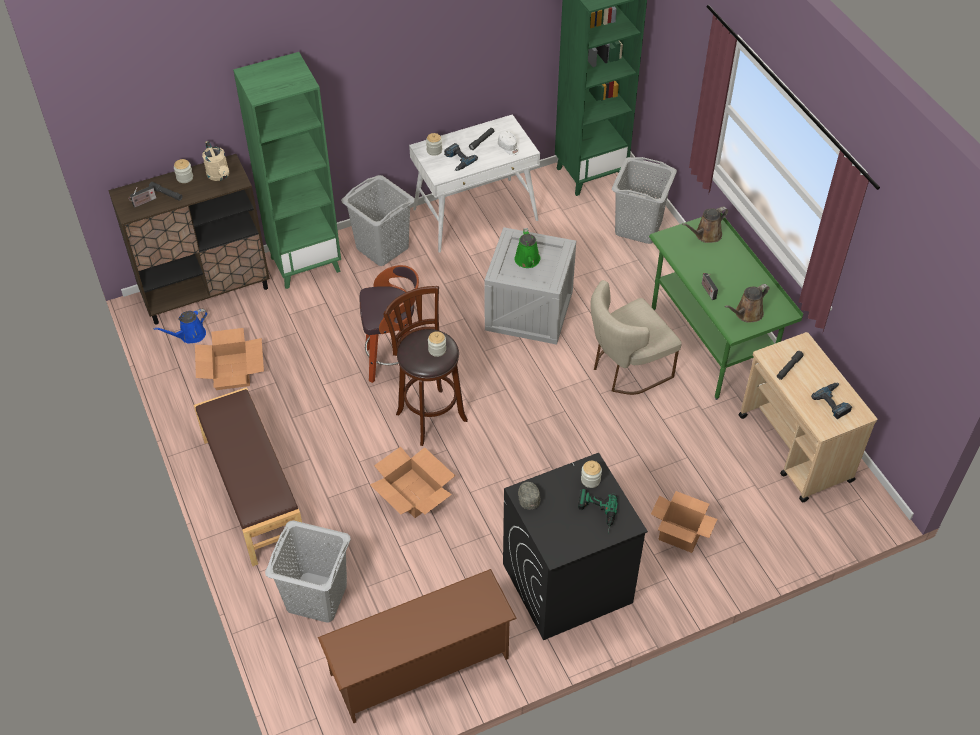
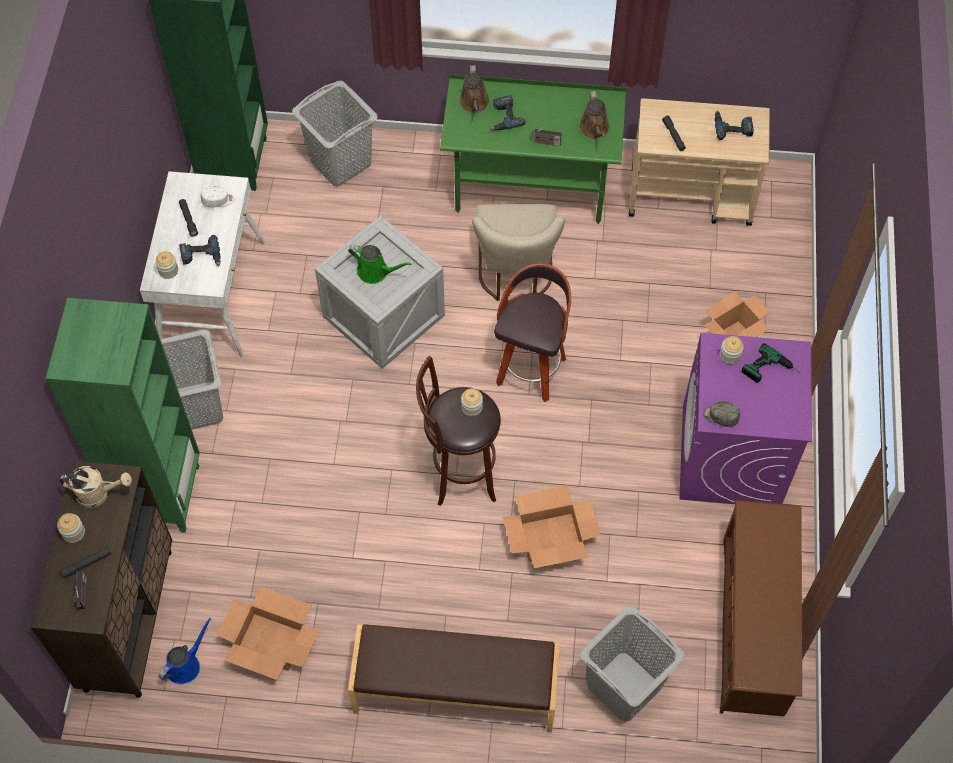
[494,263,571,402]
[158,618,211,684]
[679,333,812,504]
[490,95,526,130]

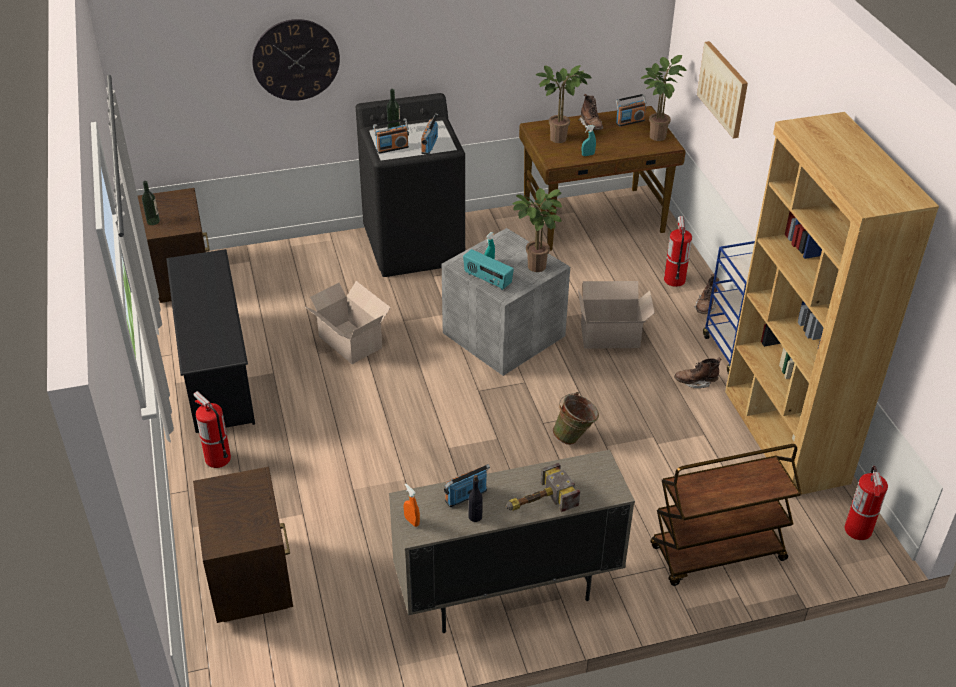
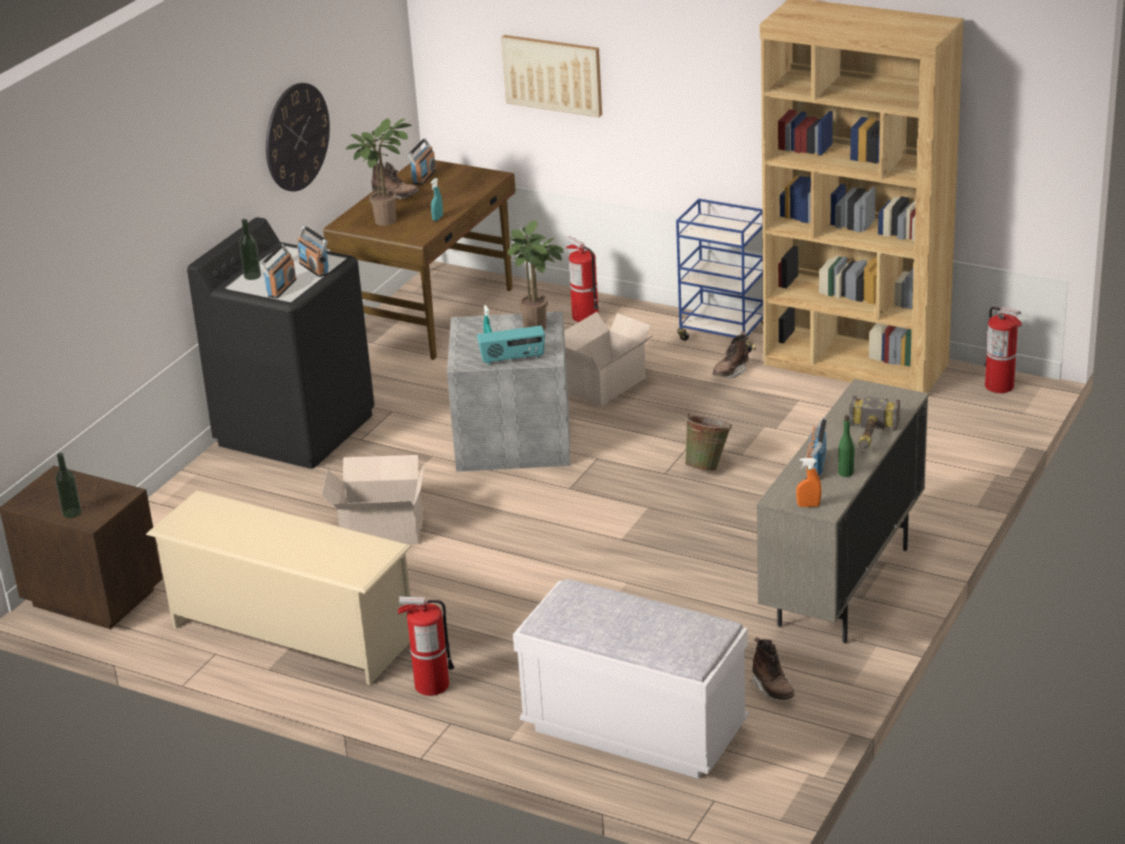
[266,83,330,191]
[640,55,687,141] (first image)
[146,491,412,685]
[750,637,795,700]
[651,444,802,586] (first image)
[513,579,749,779]
[838,415,855,477]

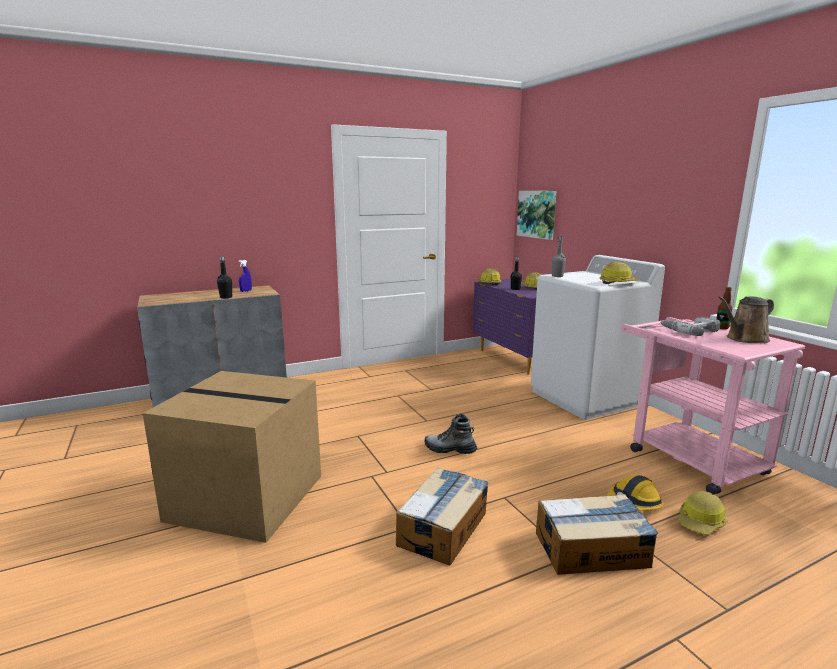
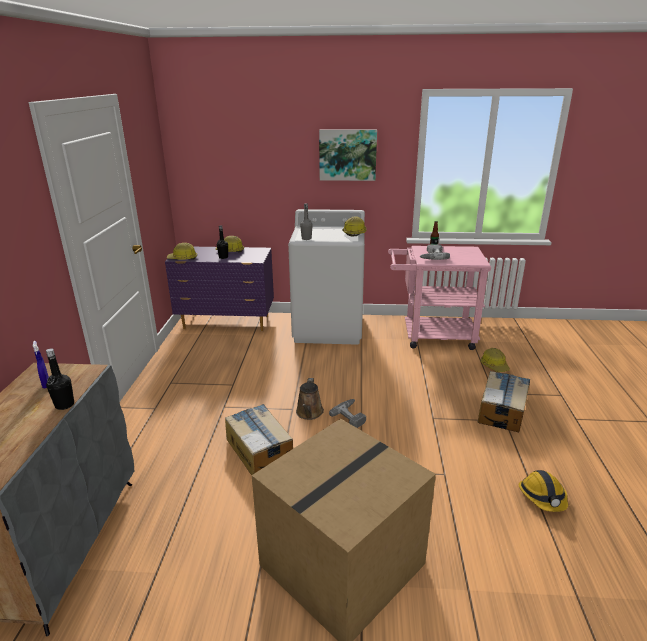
[319,130,377,181]
[296,378,324,420]
[329,399,366,428]
[225,404,293,475]
[519,470,568,512]

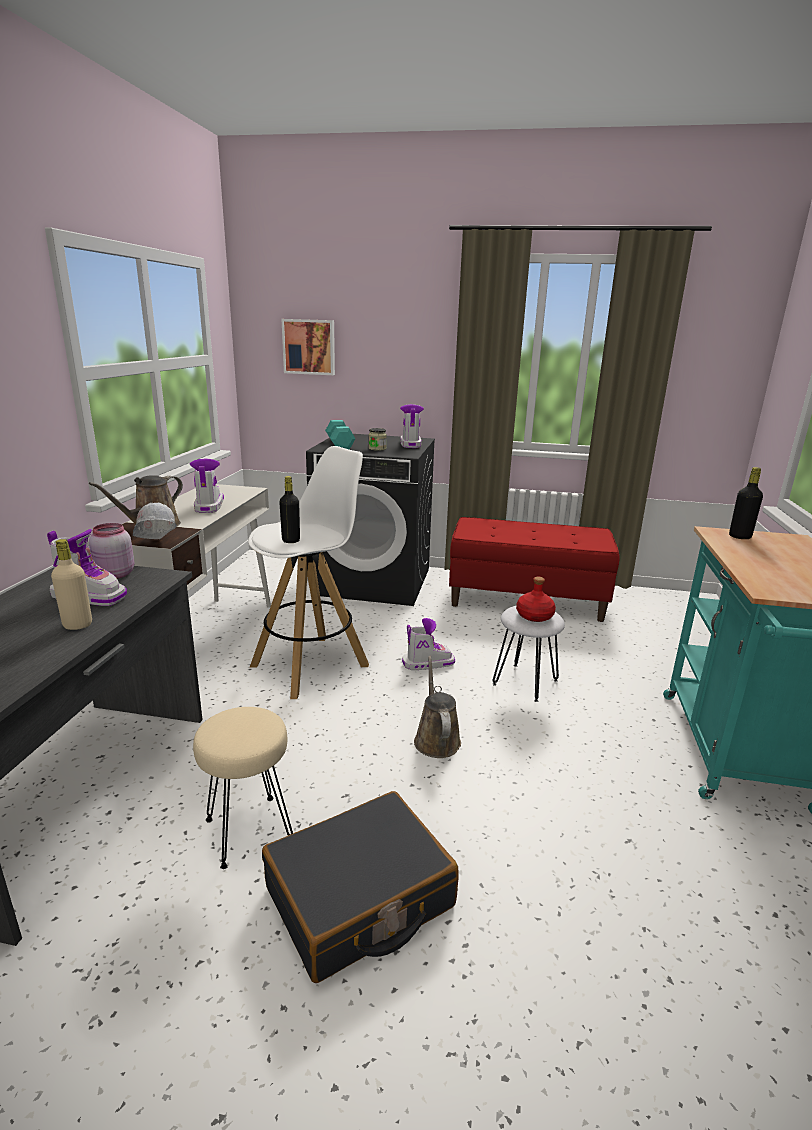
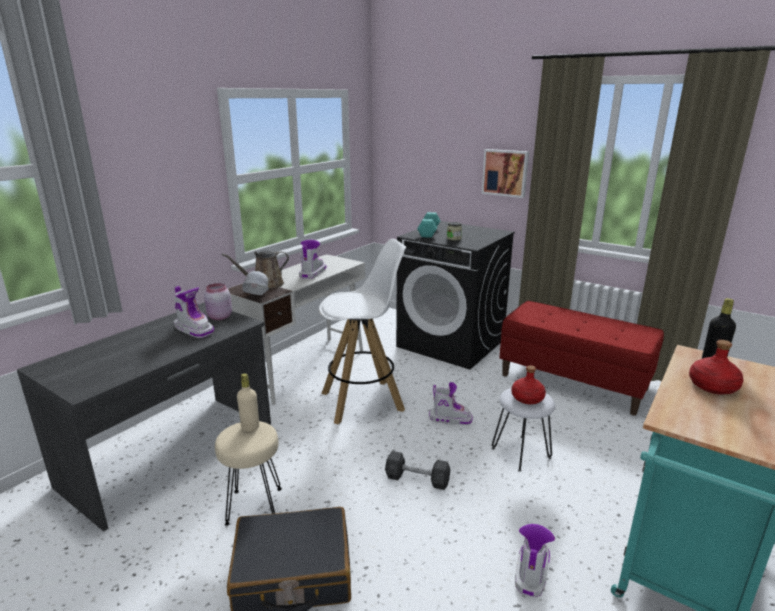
[482,149,529,198]
[515,524,555,597]
[279,476,300,543] (first image)
[237,373,259,432]
[385,451,450,490]
[689,340,744,394]

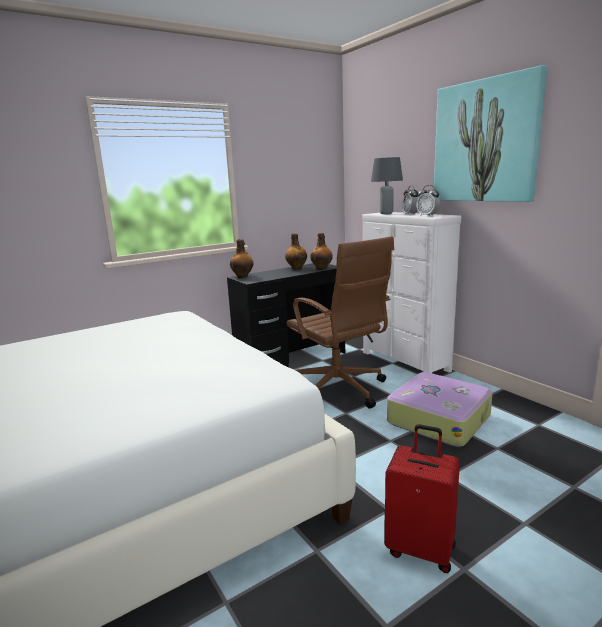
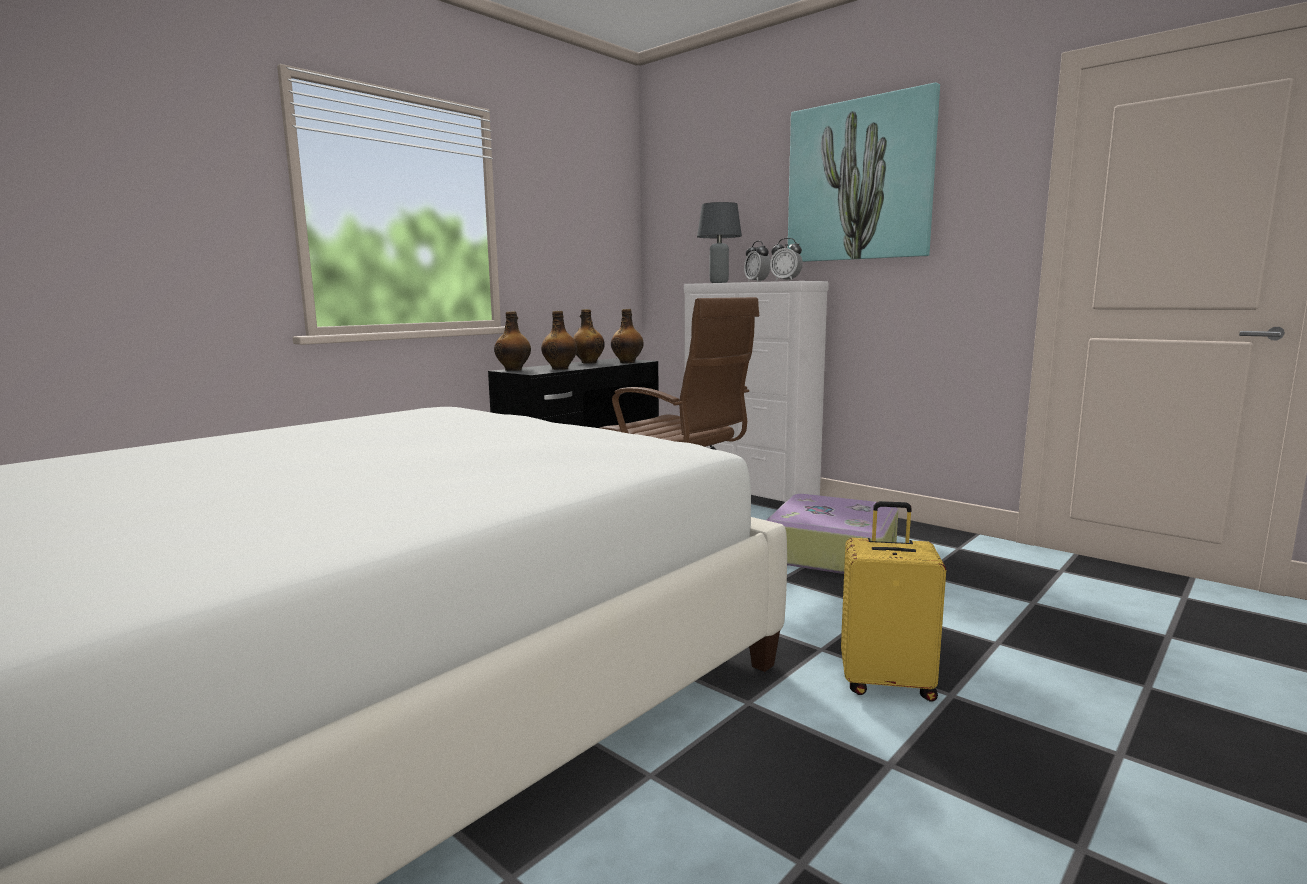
[841,501,946,702]
[541,311,577,370]

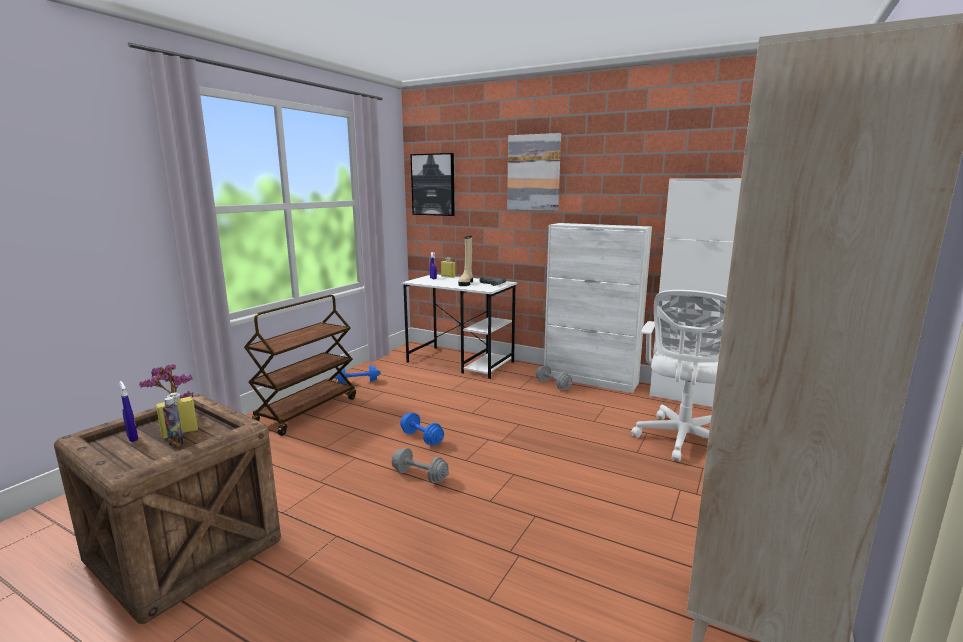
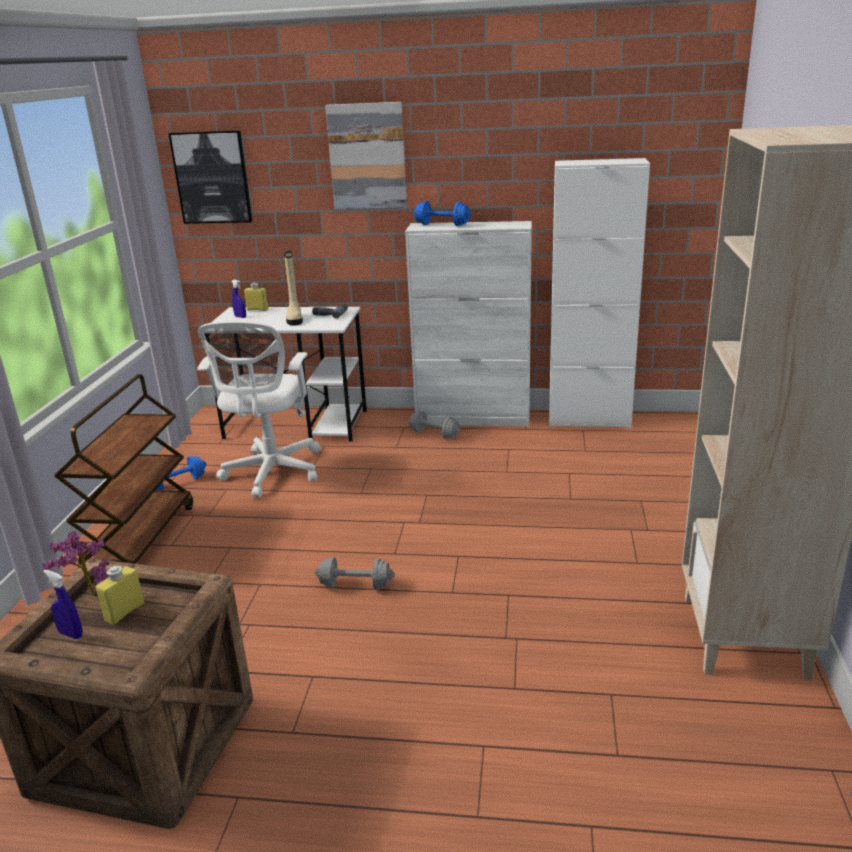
[197,321,321,498]
[163,397,184,447] (first image)
[413,201,472,226]

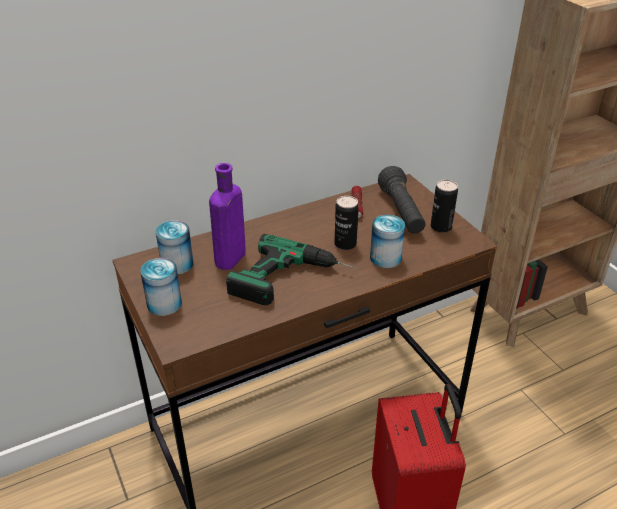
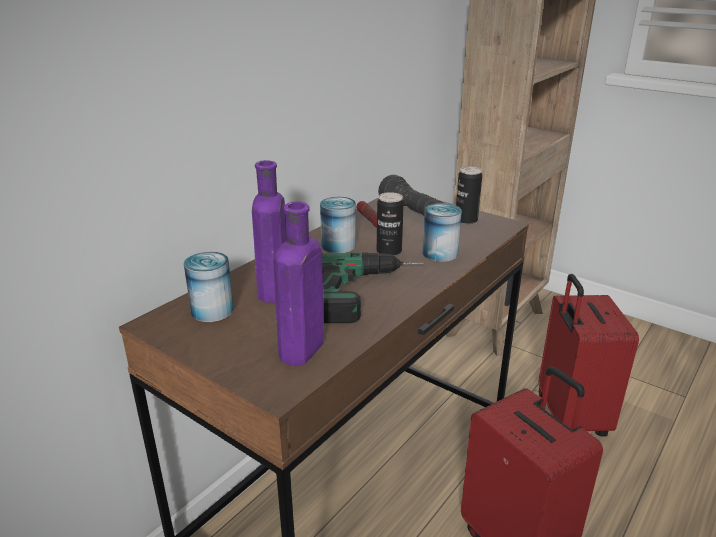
[320,197,356,253]
[273,201,324,366]
[539,274,639,437]

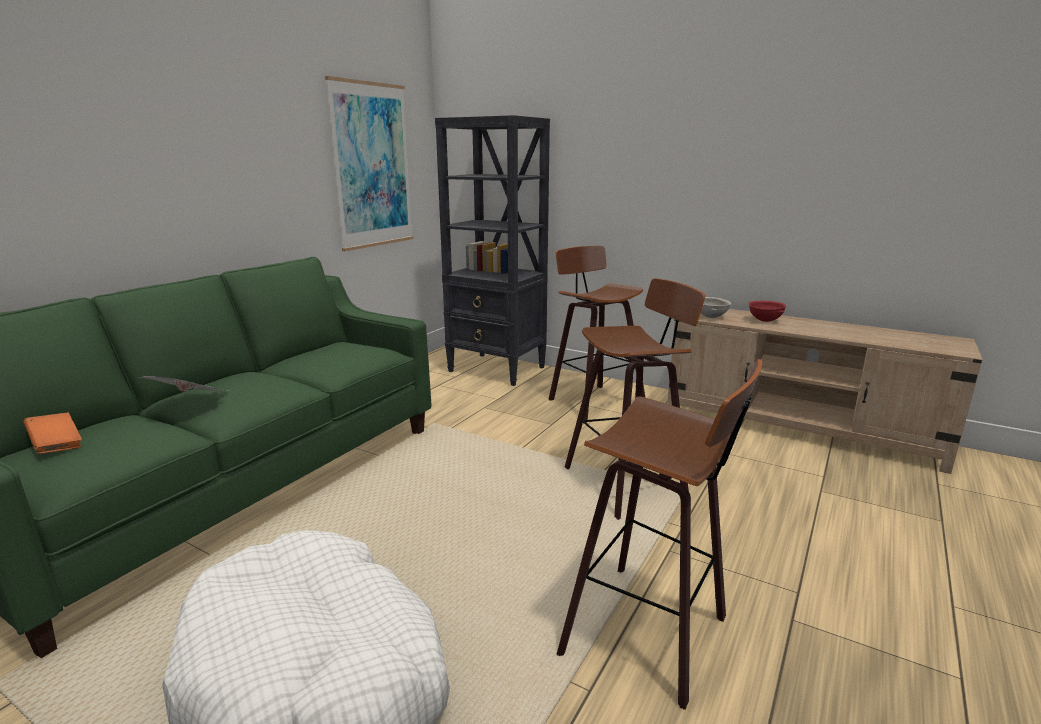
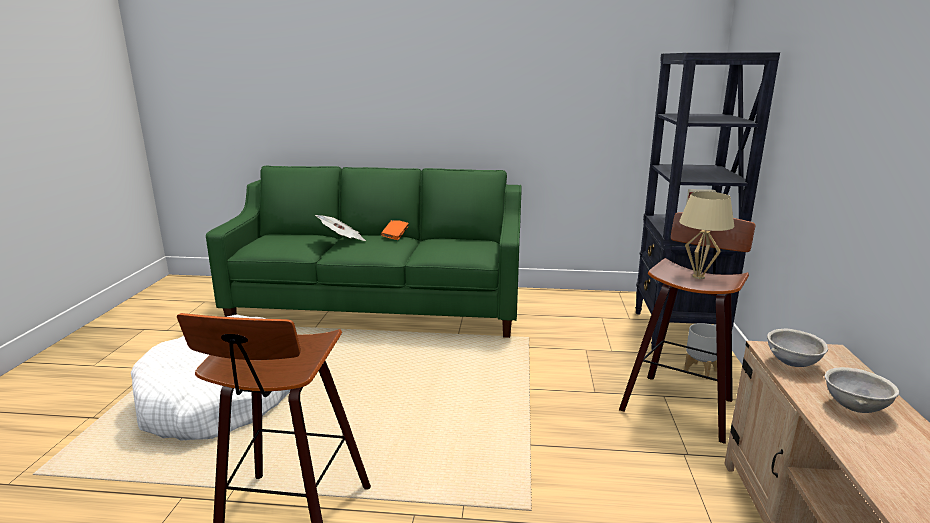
[325,76,414,251] (first image)
[565,278,705,520] (first image)
[824,367,899,413]
[381,220,408,240]
[679,191,734,279]
[684,323,717,380]

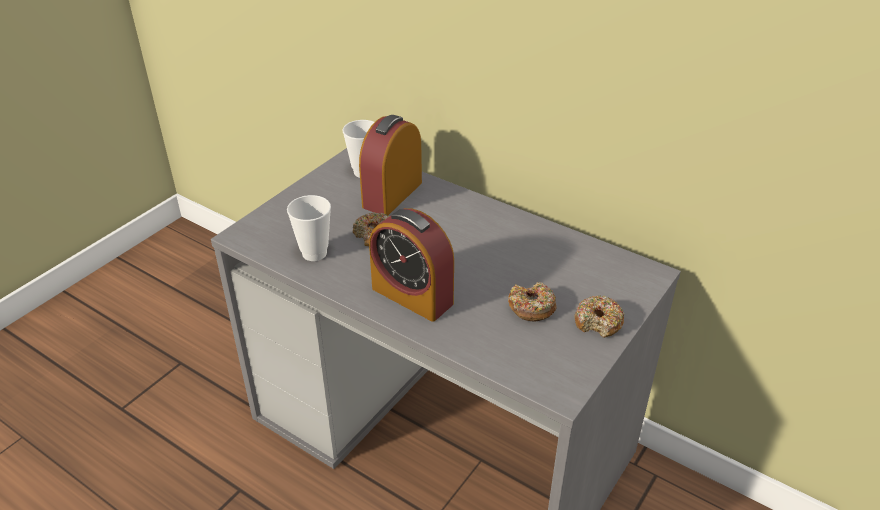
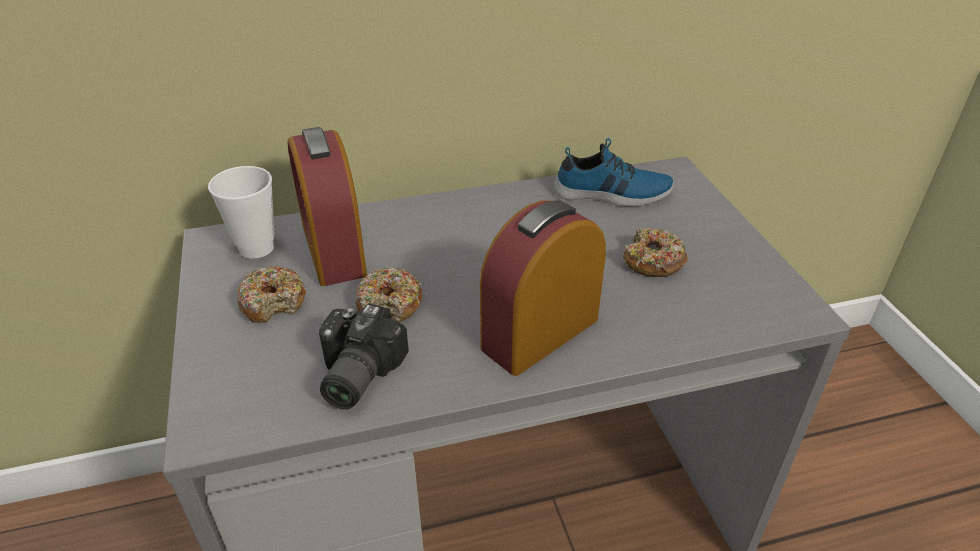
[319,303,409,409]
[480,200,606,376]
[237,265,306,323]
[554,138,674,207]

